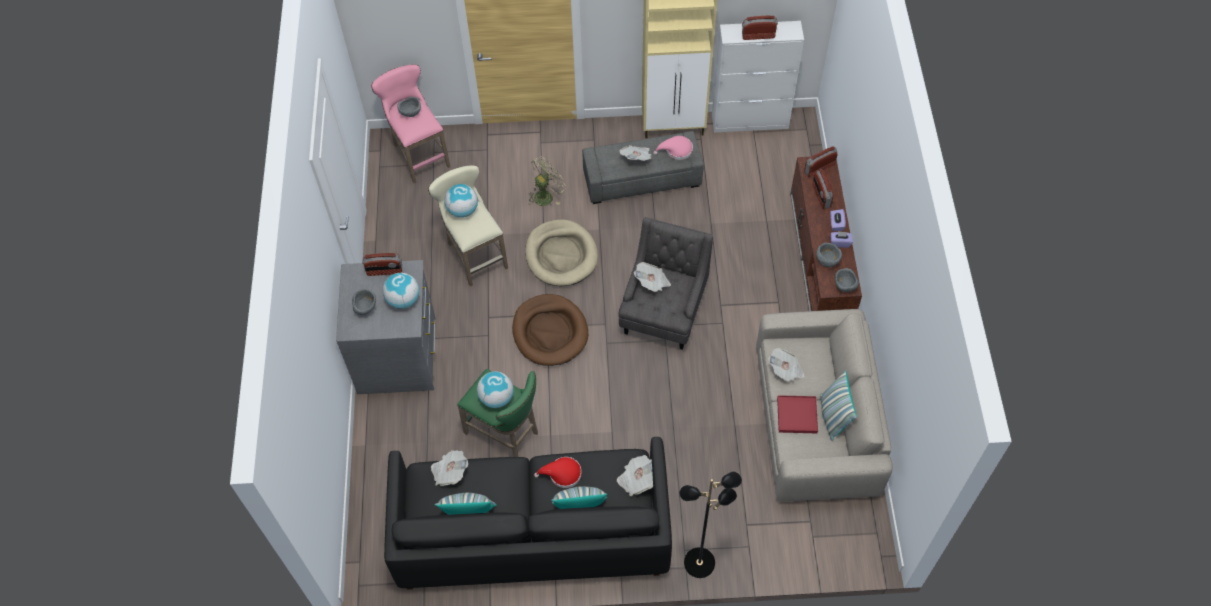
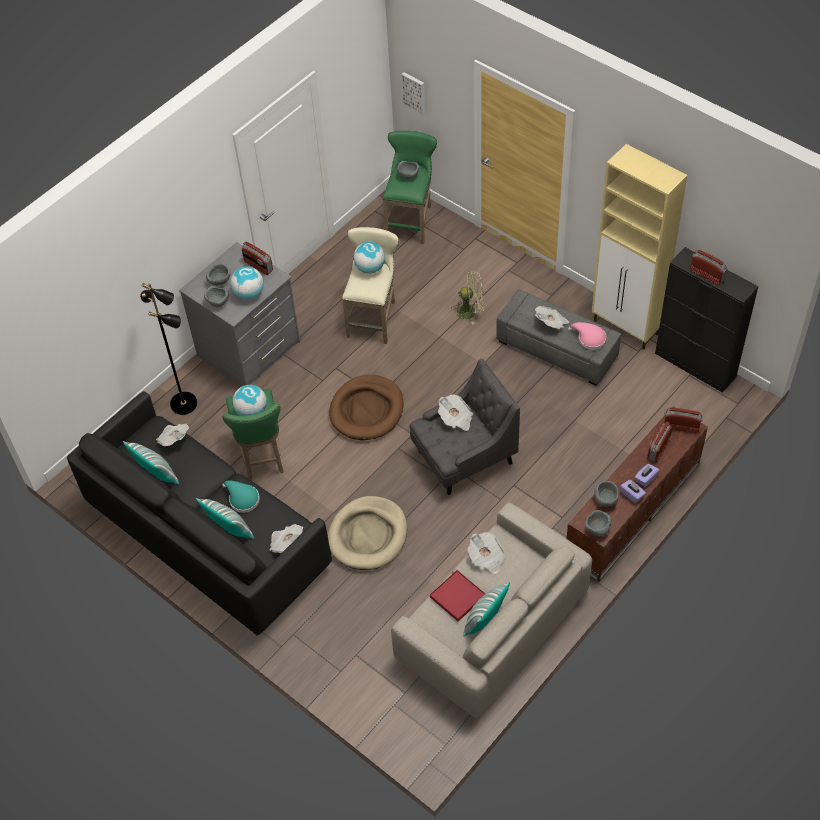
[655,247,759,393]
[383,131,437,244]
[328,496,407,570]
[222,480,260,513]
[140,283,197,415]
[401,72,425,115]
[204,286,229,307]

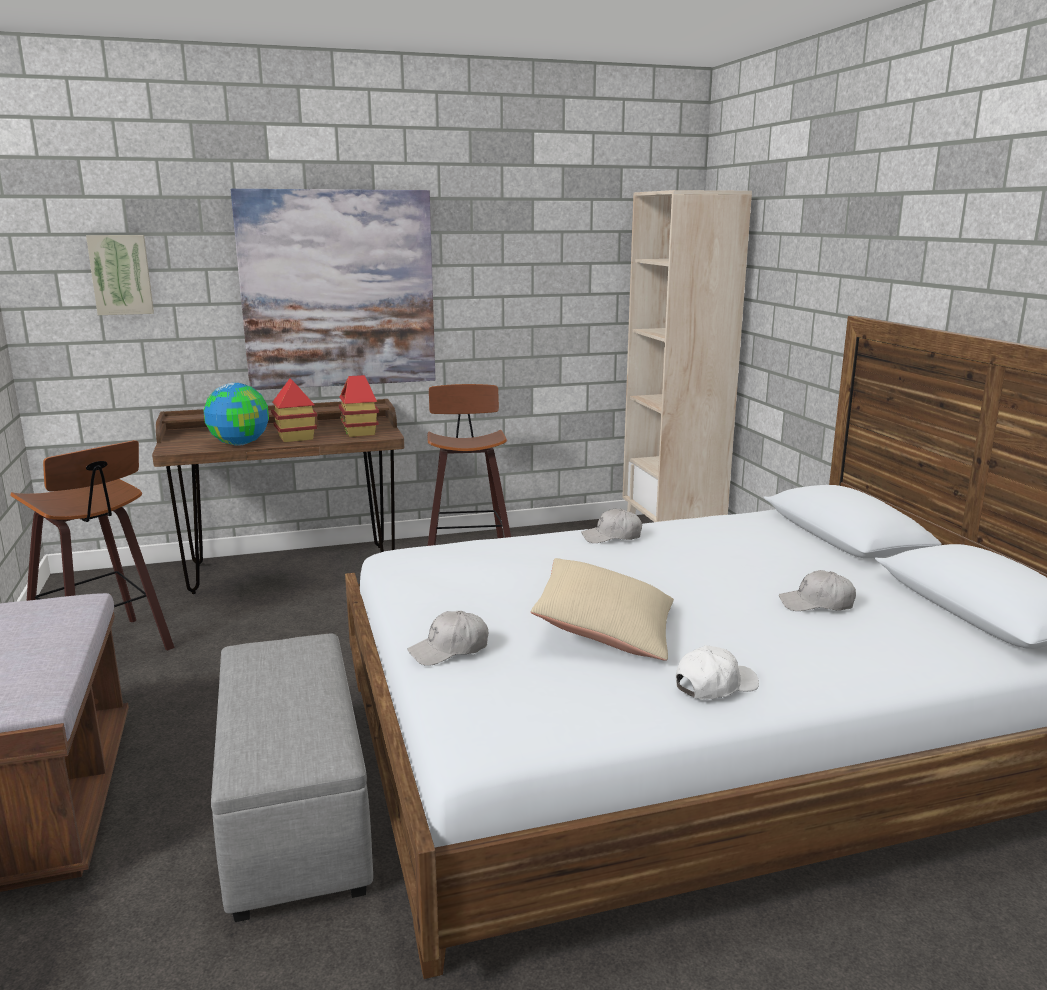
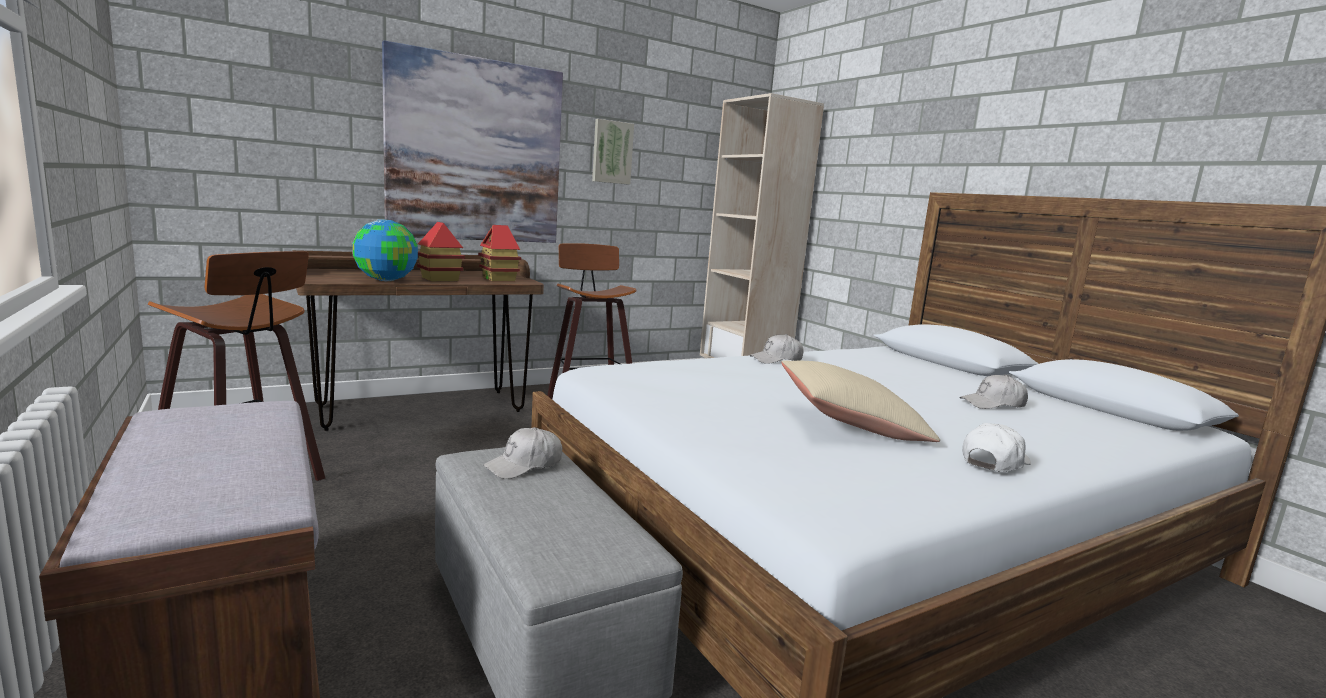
[592,119,634,185]
[483,427,562,479]

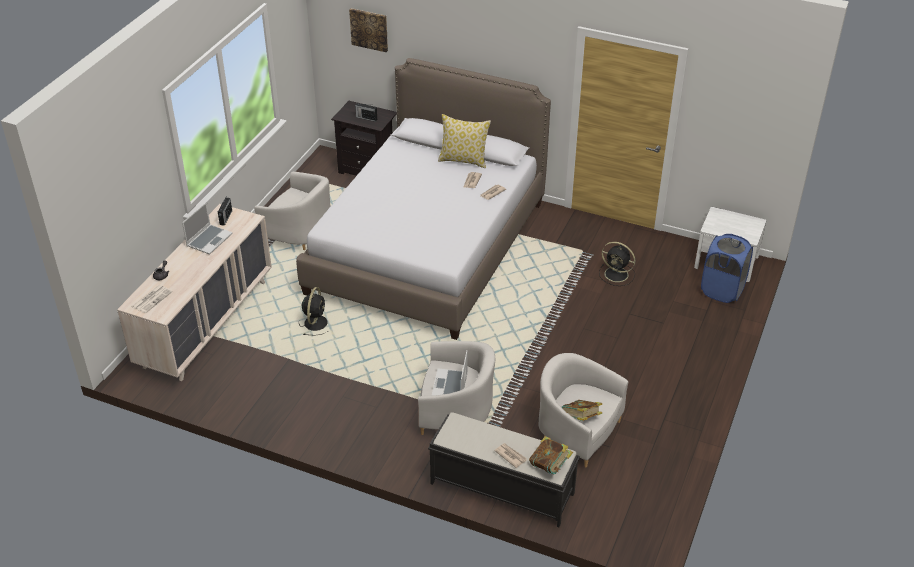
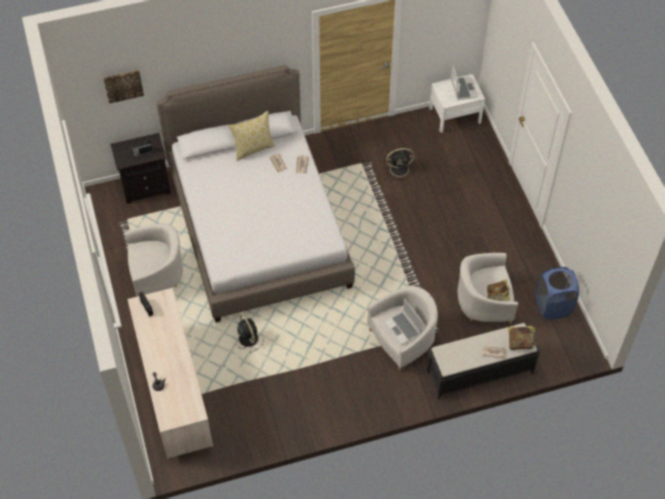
[451,66,478,100]
[536,267,579,320]
[132,285,173,313] (first image)

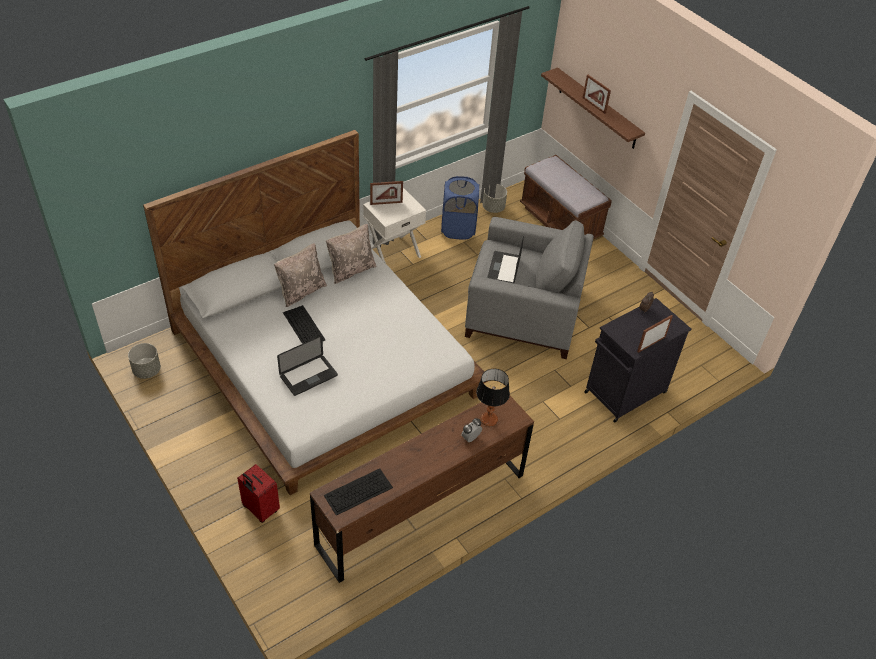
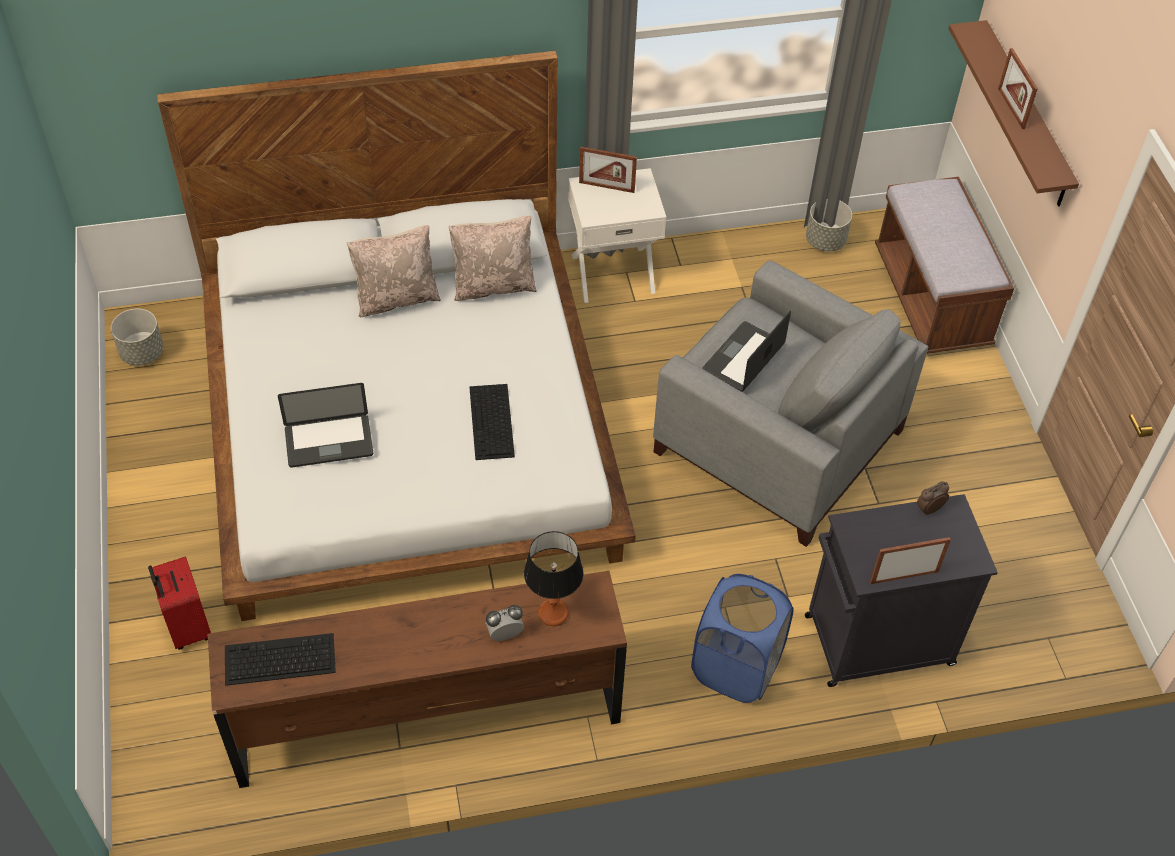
[691,574,794,703]
[469,384,515,460]

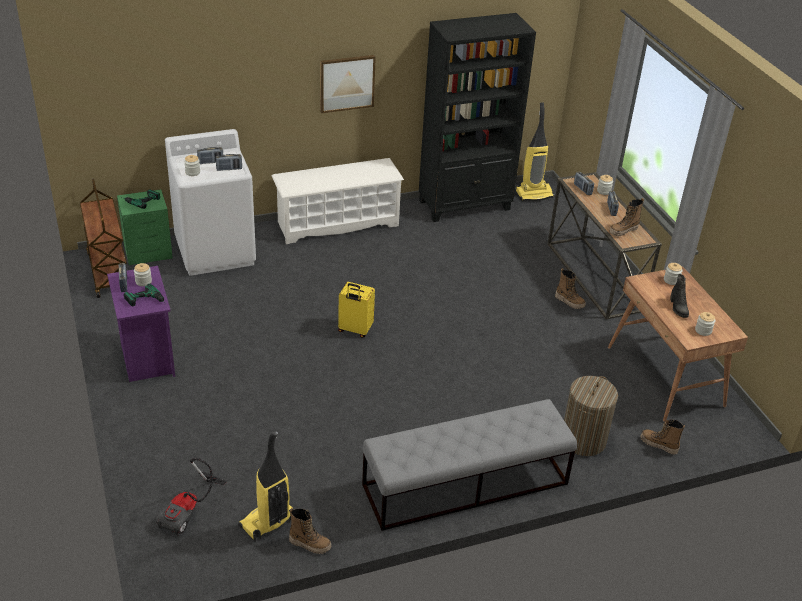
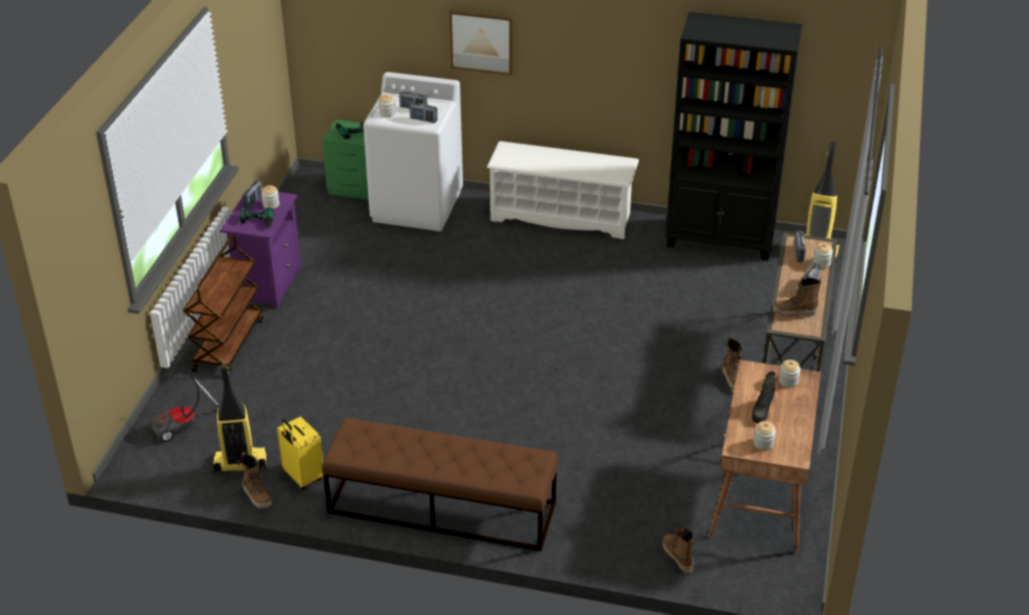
[449,10,513,75]
[183,234,263,377]
[277,416,324,489]
[564,376,618,456] (first image)
[322,417,558,551]

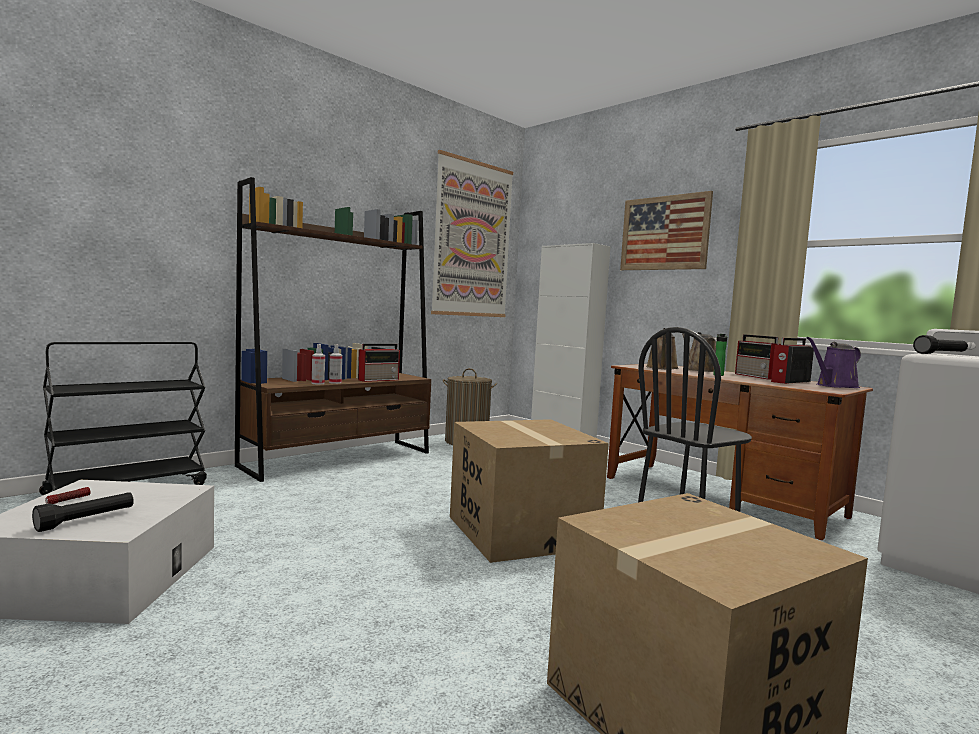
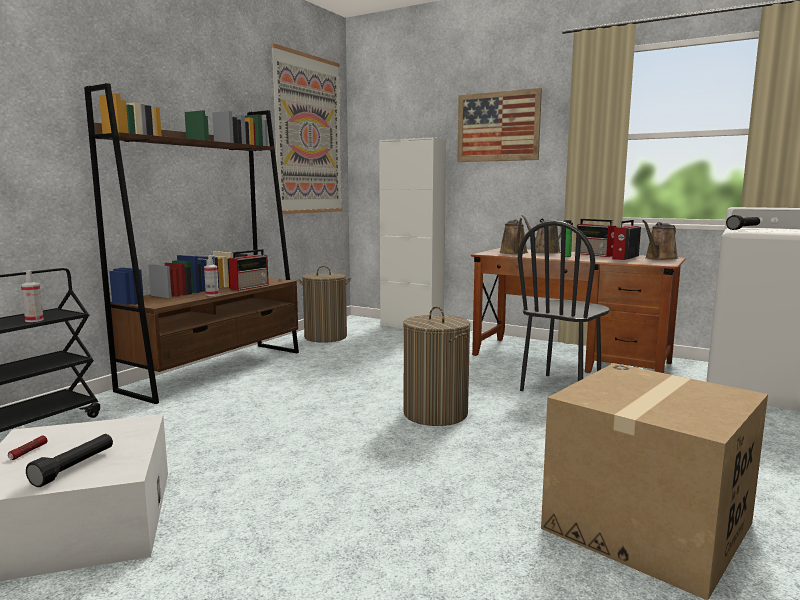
[642,220,678,260]
[21,270,44,322]
[403,306,471,426]

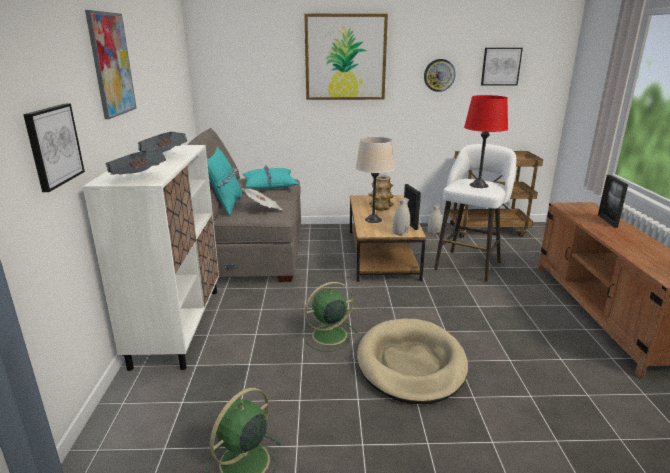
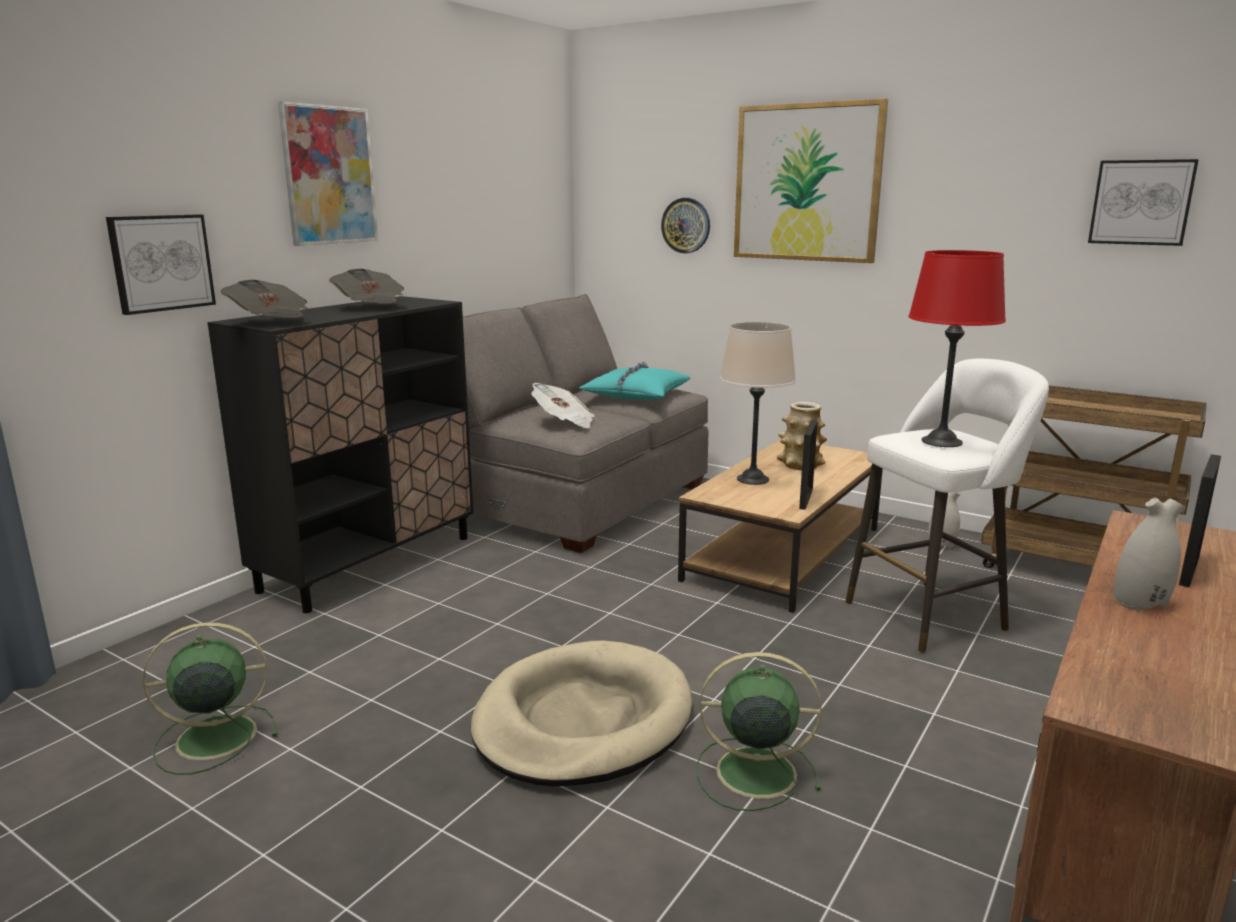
[661,198,710,253]
[207,296,473,613]
[207,147,242,216] (first image)
[1114,498,1185,611]
[696,652,822,811]

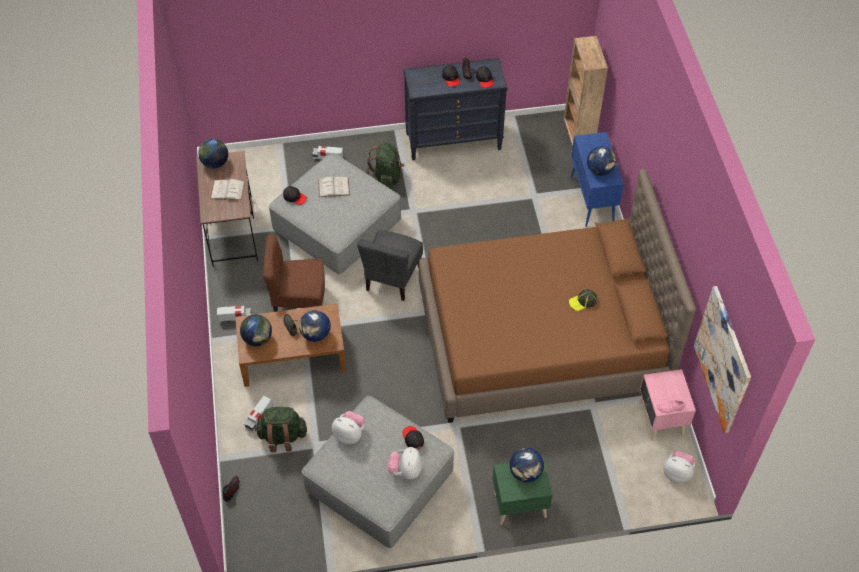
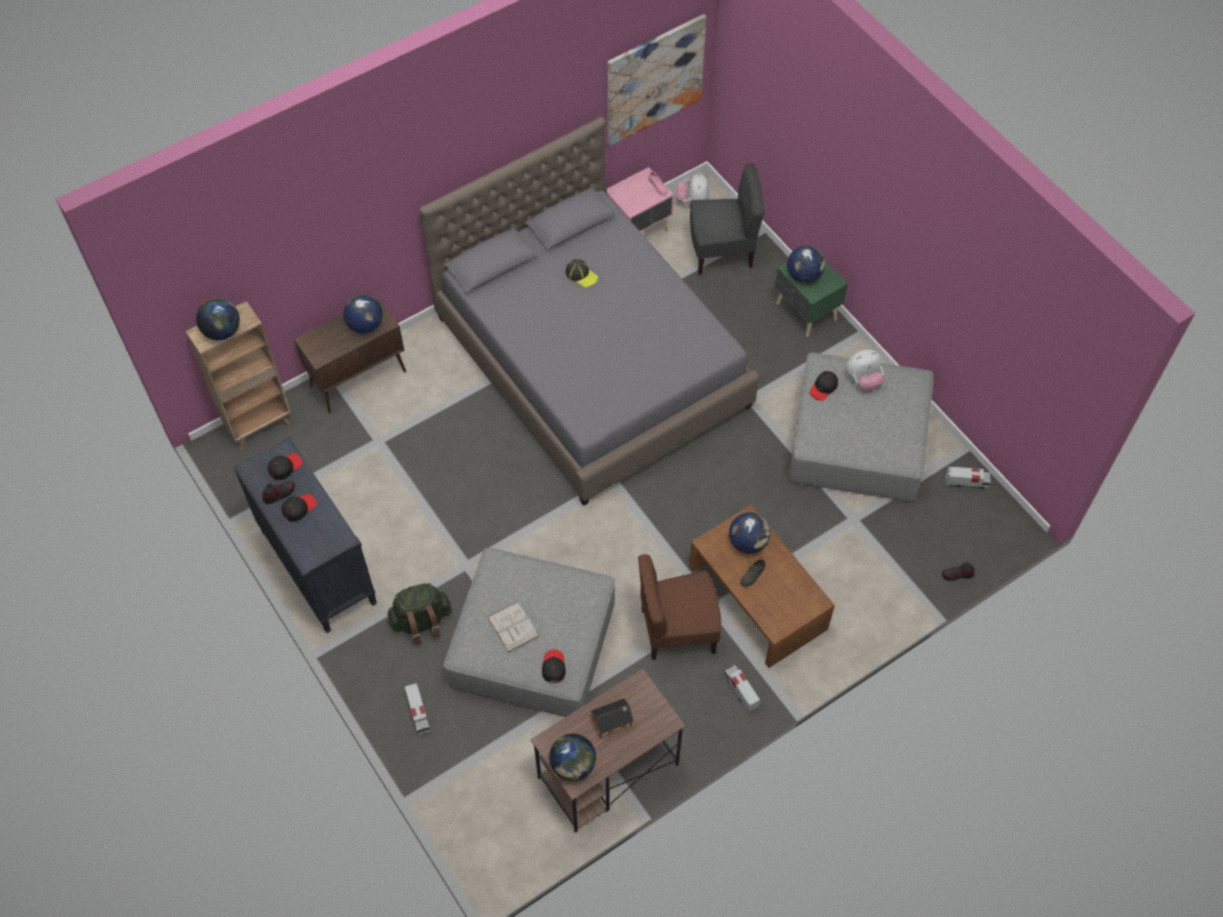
[294,296,406,413]
[420,117,759,506]
[590,698,634,738]
[690,164,764,275]
[638,554,721,660]
[196,298,240,340]
[945,467,991,489]
[255,407,307,452] (first image)
[332,411,365,445] (first image)

